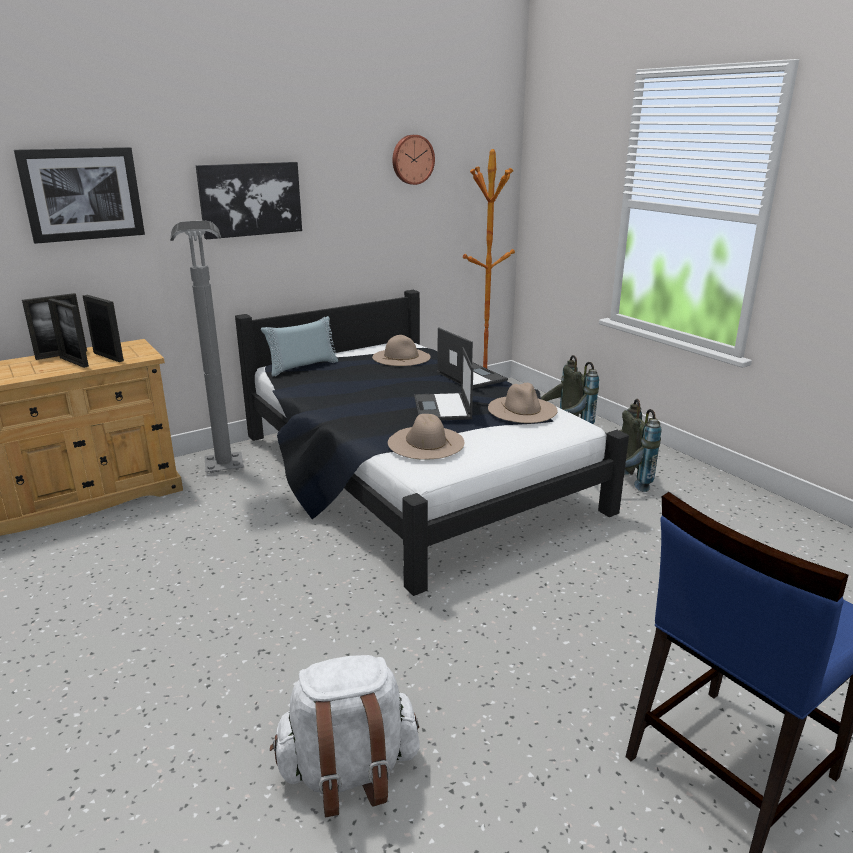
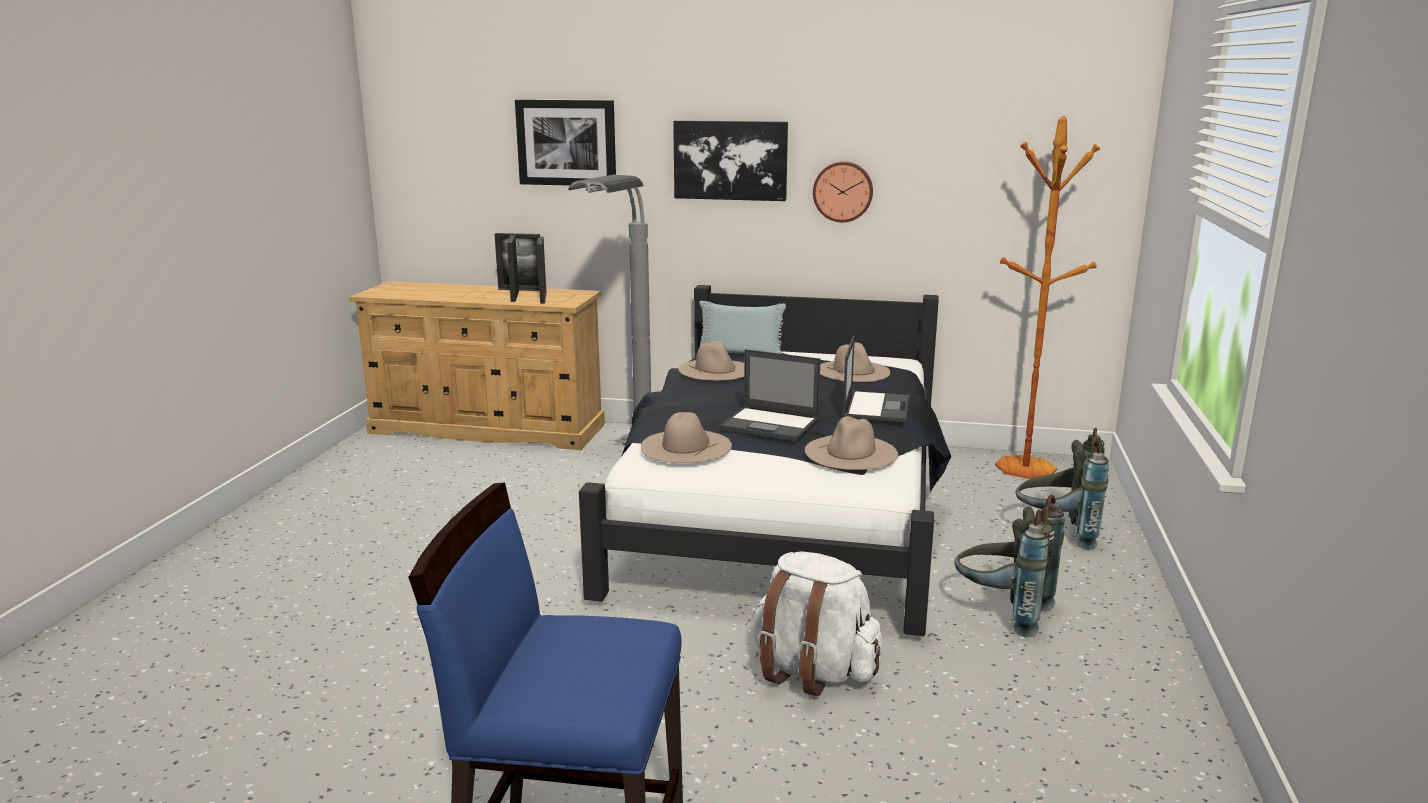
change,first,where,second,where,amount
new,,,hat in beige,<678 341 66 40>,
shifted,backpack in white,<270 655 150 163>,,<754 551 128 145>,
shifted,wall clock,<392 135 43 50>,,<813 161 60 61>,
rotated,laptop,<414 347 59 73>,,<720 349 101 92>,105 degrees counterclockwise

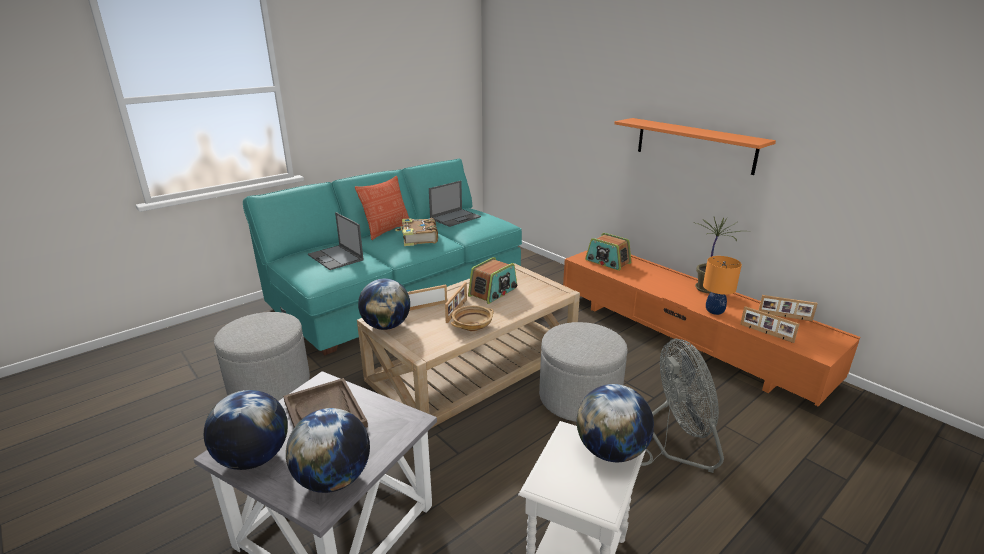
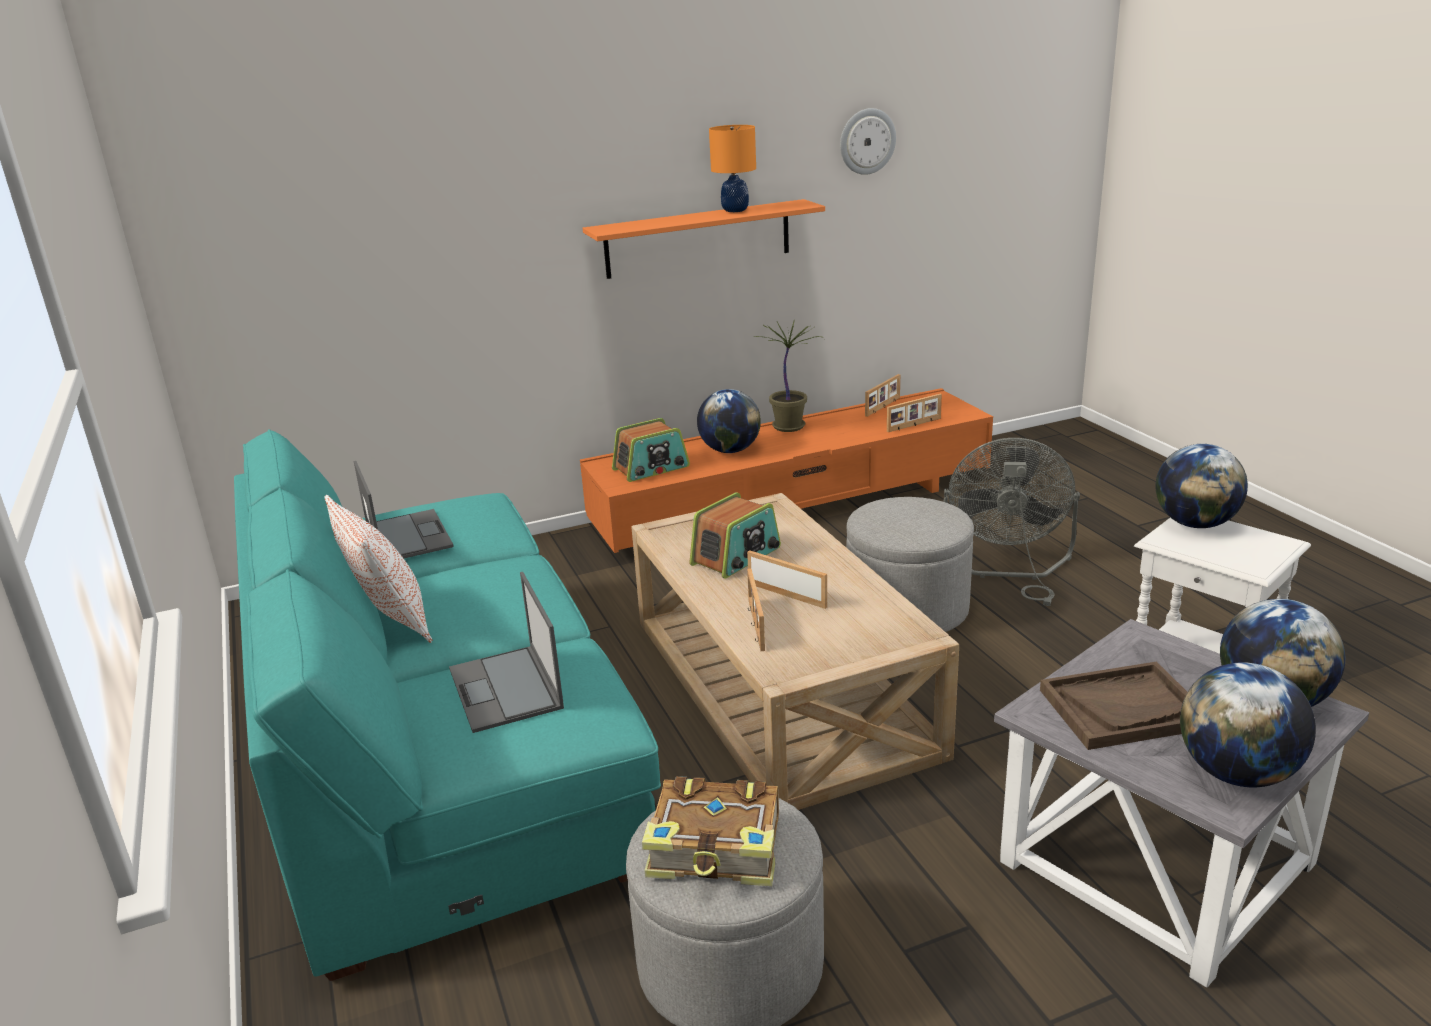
change,first,where,second,where,amount
gone,bowl in beige,<451 305 43 26>,,,
new,,,wall clock,<840 108 56 67>,
shifted,globe,<358 279 52 51>,,<697 389 64 64>,
shifted,book,<395 218 43 28>,,<642 776 137 110>,
shifted,table lamp in orange,<703 256 39 59>,,<709 125 47 87>,
repainted,pillow in orange,<355 176 55 64>,pillow in white,<325 495 107 148>,
rotated,laptop,<308 212 56 58>,,<449 572 115 161>,90 degrees clockwise
rotated,radio,<468 257 49 47>,,<689 492 92 87>,75 degrees clockwise

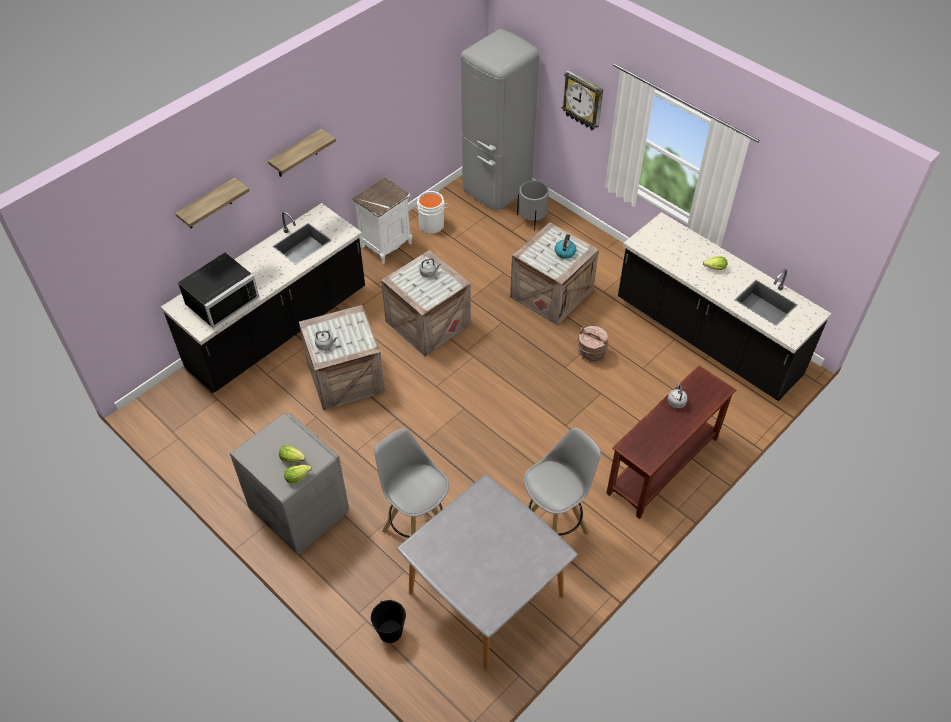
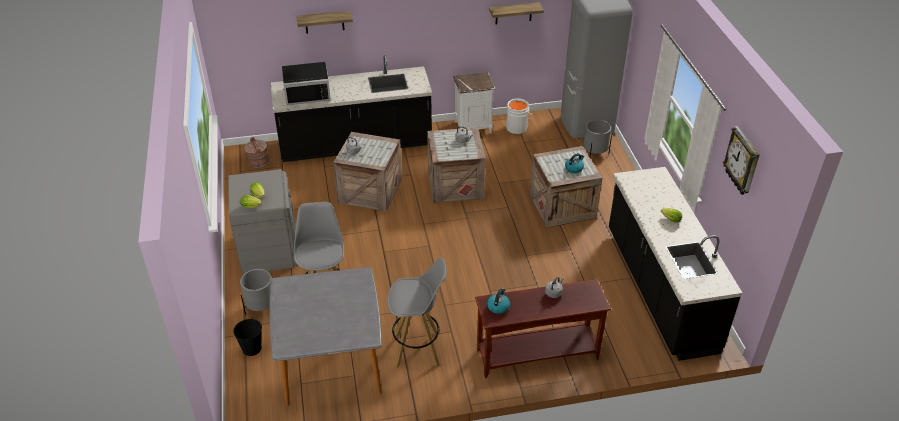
change,first,where,second,where,amount
new,,,planter in grey,<240 269 32 46>,
new,,,kettle,<487 288 23 26>,
shifted,shelf,<268 129 68 48>,,<489 2 55 22>,
shifted,wall clock,<562 70 41 60>,,<723 126 37 69>,
shifted,bucket in brown,<577 326 32 37>,,<244 137 26 32>,

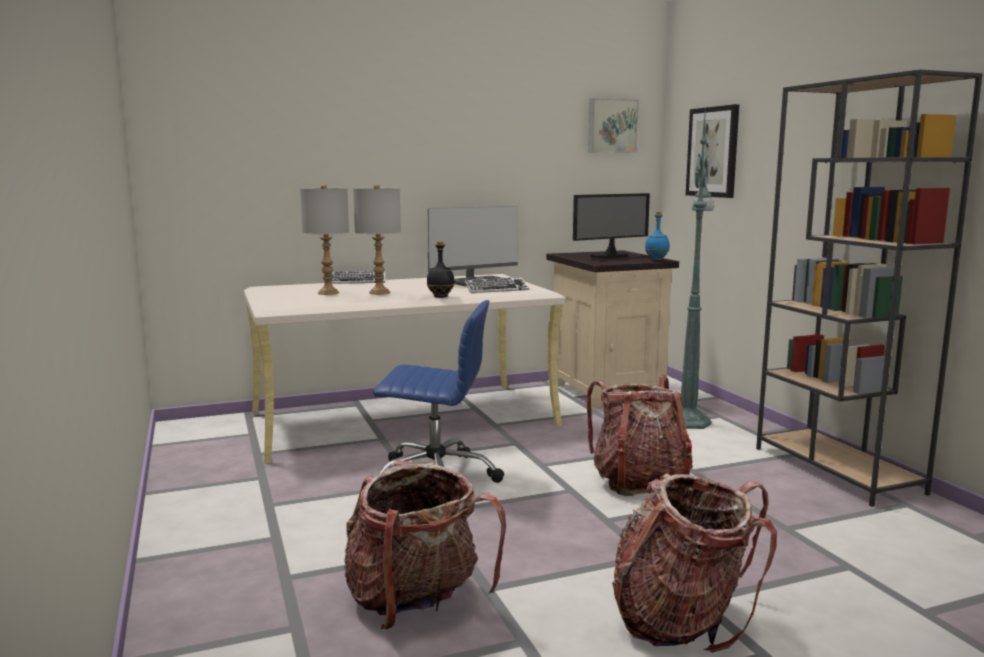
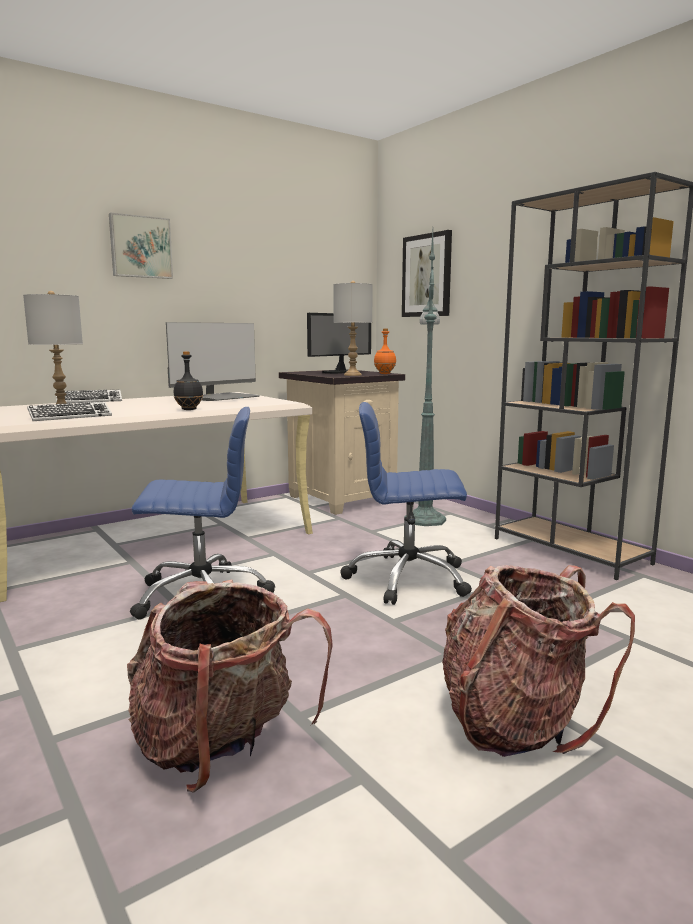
change,first,where,second,where,amount
shifted,table lamp in grey,<353 184 48 111>,,<333 281 40 95>,
shifted,keyboard,<464 277 65 16>,,<27 402 85 19>,
shifted,picture,<588 98 51 55>,,<109 213 64 66>,
swapped,backpack,<587 374 106 122>,office chair in blue,<340 402 132 203>,
repainted,bottle in blue,<645 212 24 49>,bottle in orange,<374 329 22 45>,

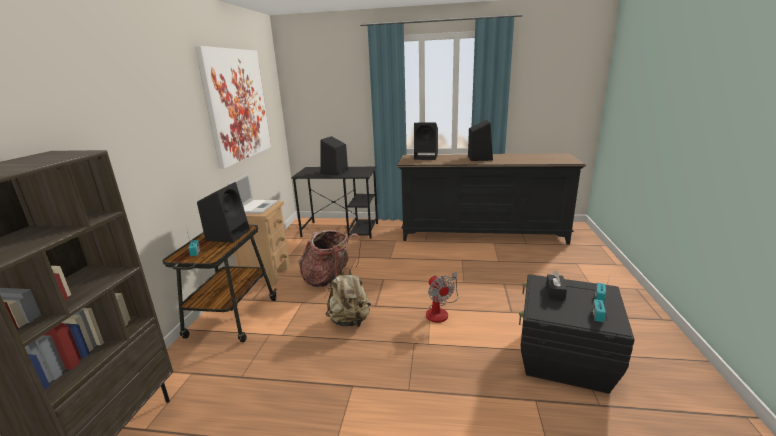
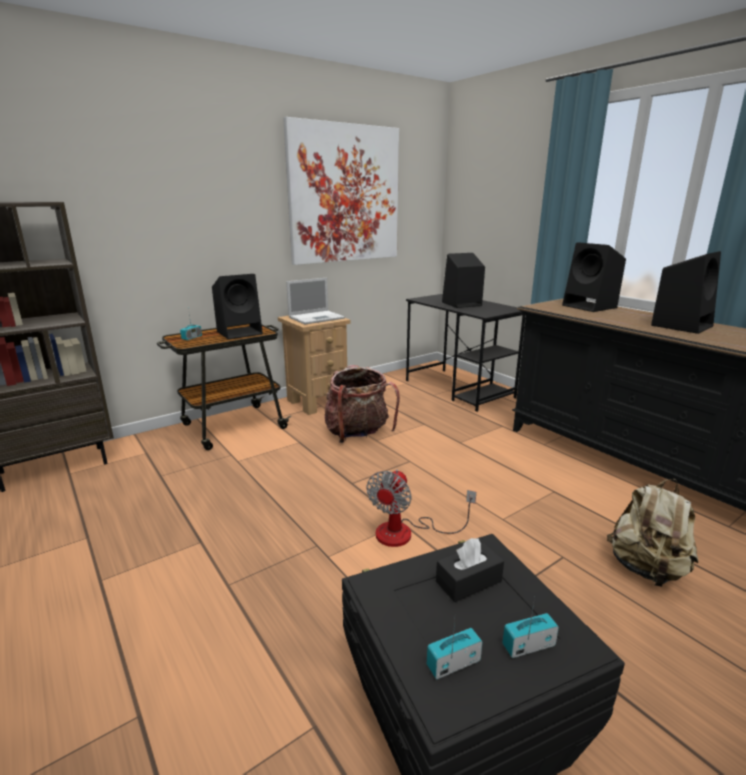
change,first,where,second,where,amount
shifted,backpack in beige,<325 268 46 59>,,<607 479 91 108>,

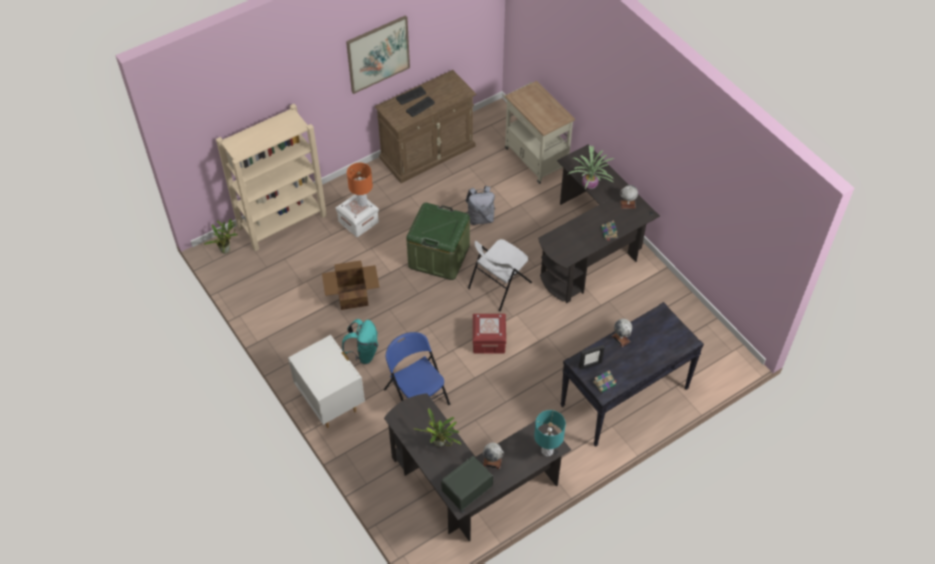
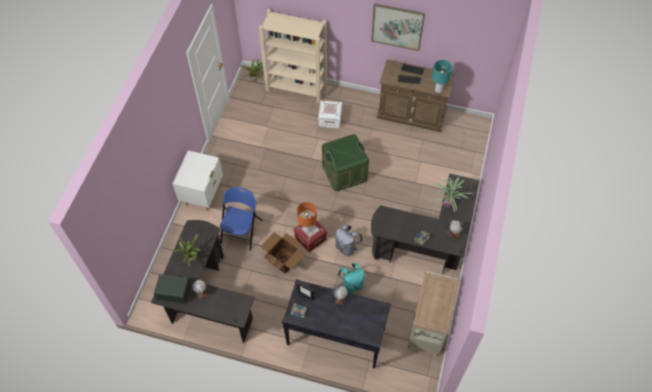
change,first,where,second,where,amount
gone,chair in white,<468 239 64 73>,,,
shifted,cardboard box,<322 260 57 50>,,<260 232 45 42>,
shifted,backpack in turquoise,<342 319 36 45>,,<337 263 27 30>,
shifted,table lamp in orange,<347 163 26 43>,,<297 202 20 30>,
shifted,backpack in grey,<466 186 29 39>,,<335 224 28 32>,
shifted,cart in beige,<503 81 72 103>,,<408 270 51 85>,
shifted,table lamp in turquoise,<534 410 32 46>,,<432 60 21 33>,

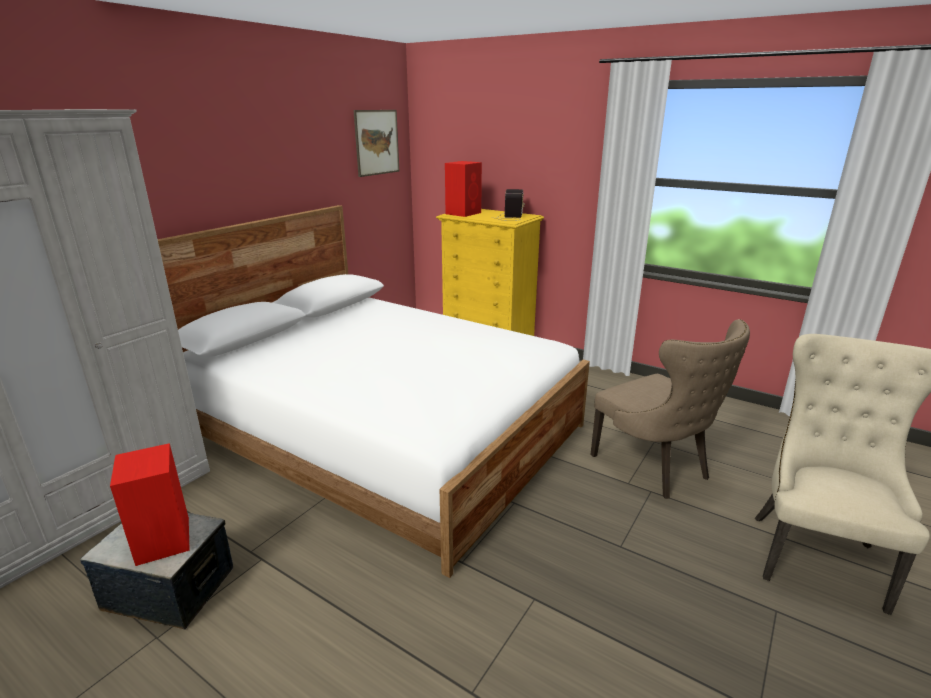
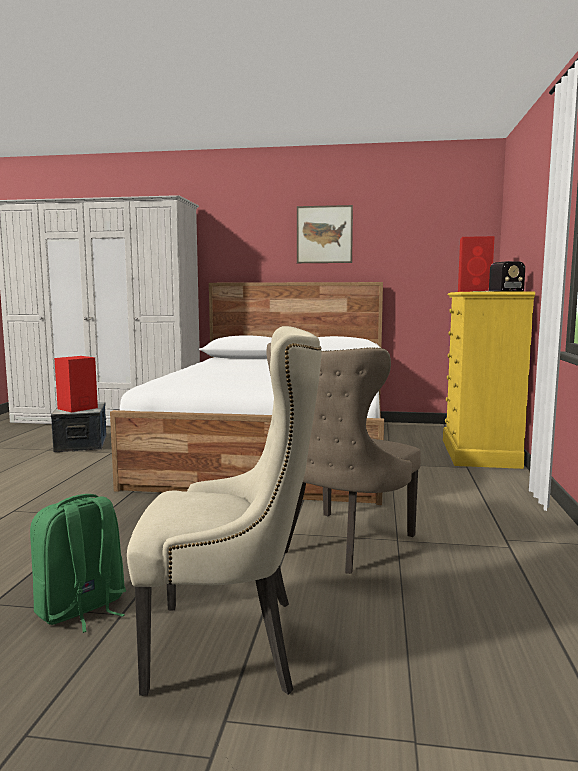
change,first,where,second,where,amount
new,,,backpack in green,<30 494 96 139>,
shifted,picture,<353 110 46 67>,,<297 205 56 58>,

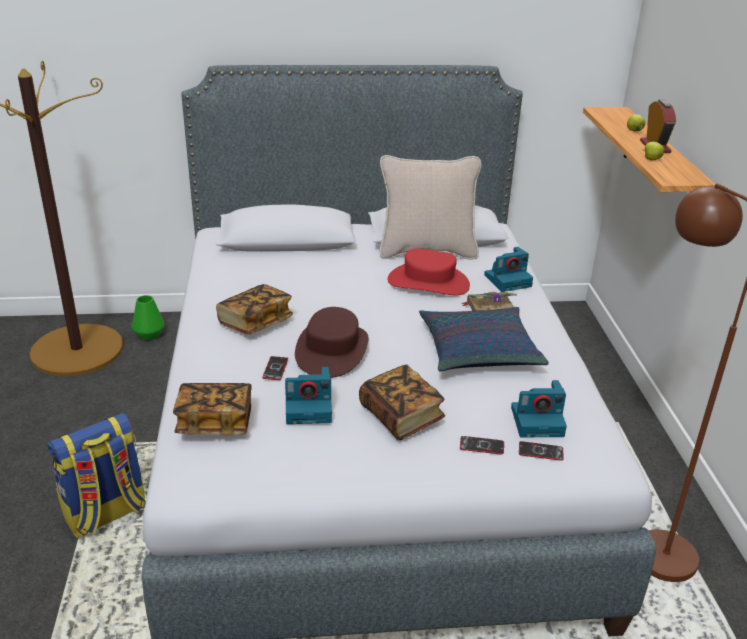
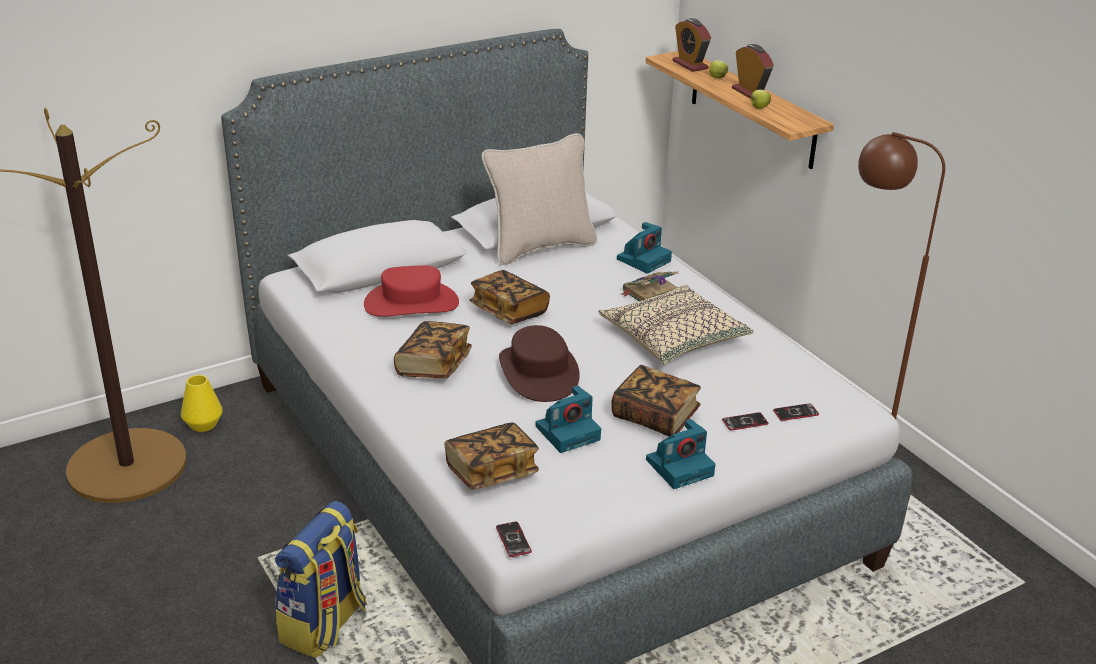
change,first,where,second,where,amount
new,,,book,<469 270 81 54>,
new,,,alarm clock,<672 18 39 54>,
shifted,phone,<262 356 26 24>,,<496 522 36 35>,
shifted,hat in red,<388 249 82 46>,,<364 265 95 52>,
shifted,photo camera,<511 380 56 57>,,<646 419 69 70>,
repainted,vase in green,<132 295 33 45>,vase in yellow,<181 375 42 57>,
repainted,pillow in blue,<419 307 130 65>,pillow in beige,<598 284 156 81>,

